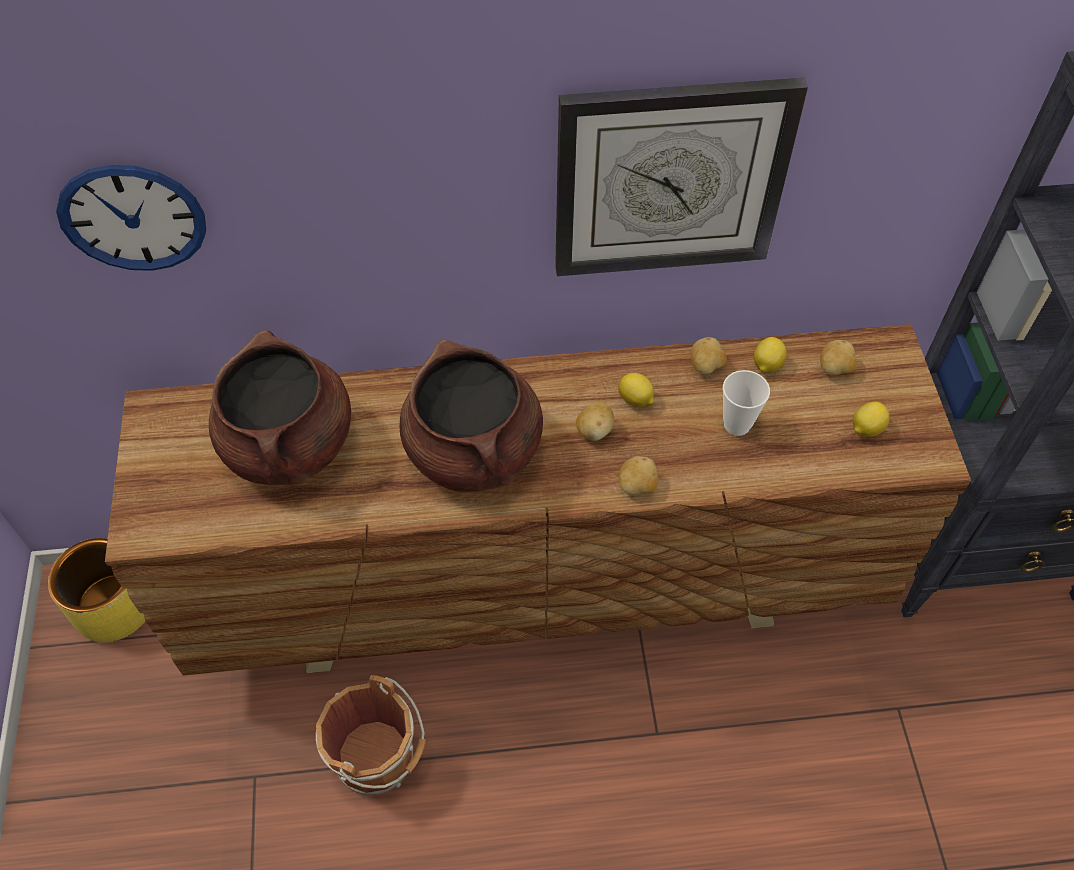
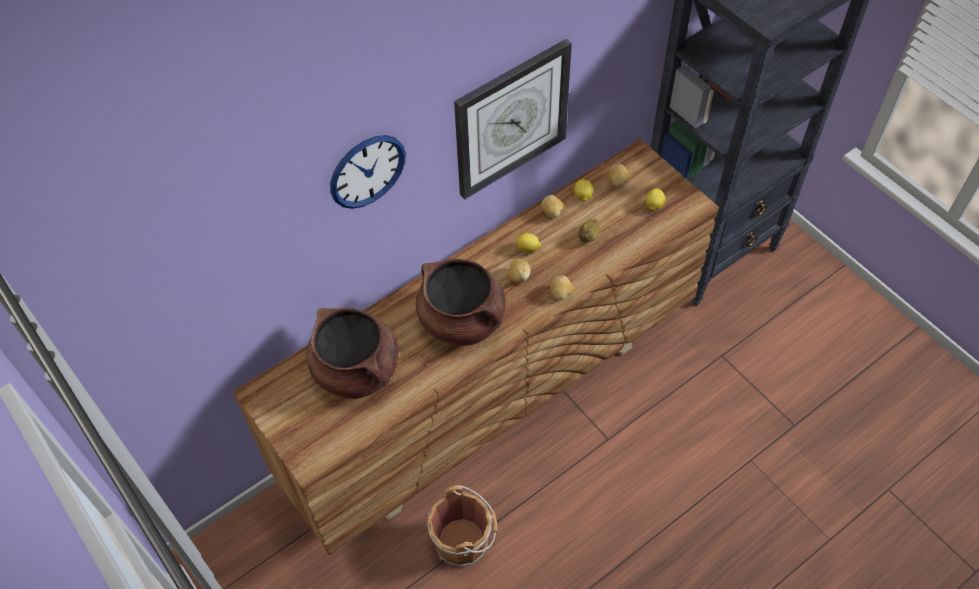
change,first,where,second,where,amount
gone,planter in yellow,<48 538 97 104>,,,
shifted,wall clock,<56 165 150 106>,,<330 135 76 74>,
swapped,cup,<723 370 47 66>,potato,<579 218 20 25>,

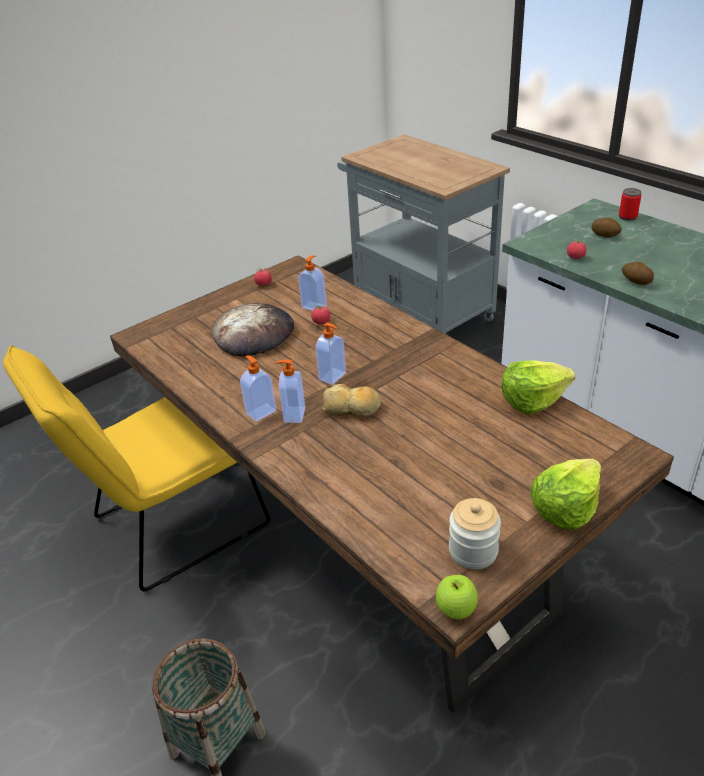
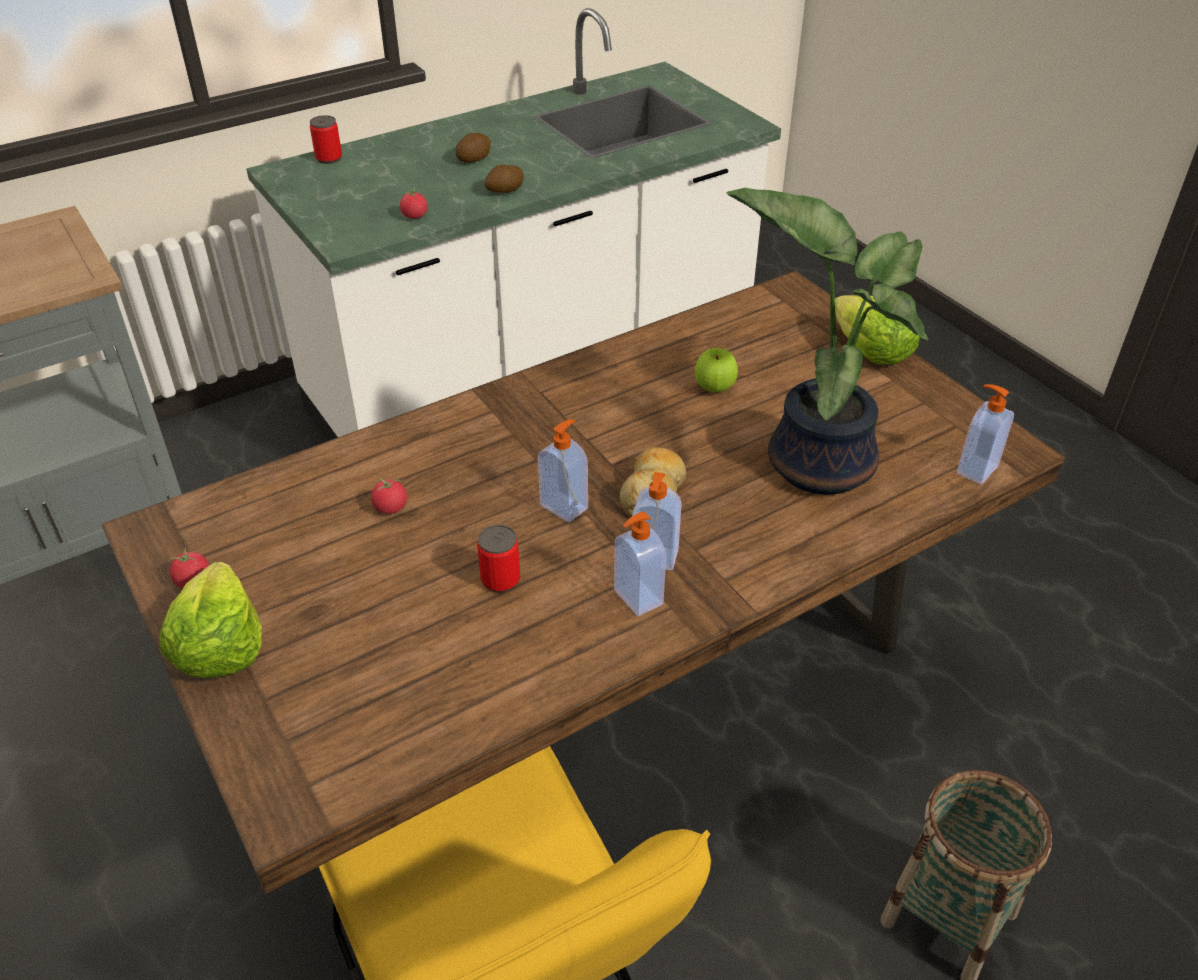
change,first,where,second,where,amount
gone,bread,<211 303 83 53>,,,
gone,jar,<449 498 52 71>,,,
new,,,can,<477 525 43 68>,
new,,,potted plant,<726 188 203 307>,
shifted,soap dispenser,<298 255 29 56>,,<957 384 57 101>,
shifted,apple,<436 575 42 44>,,<695 348 43 44>,
shifted,lettuce,<501 360 74 54>,,<159 562 103 116>,
shifted,potato,<592 218 30 20>,,<455 133 36 30>,

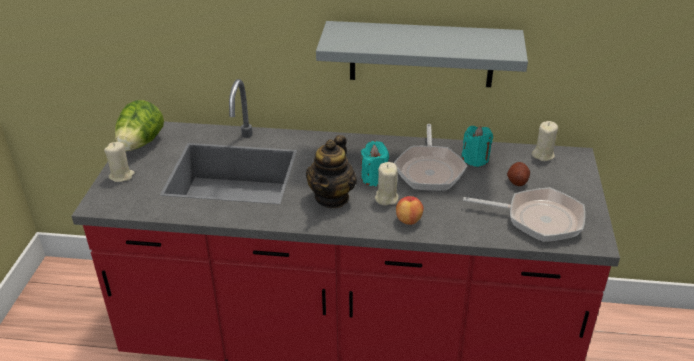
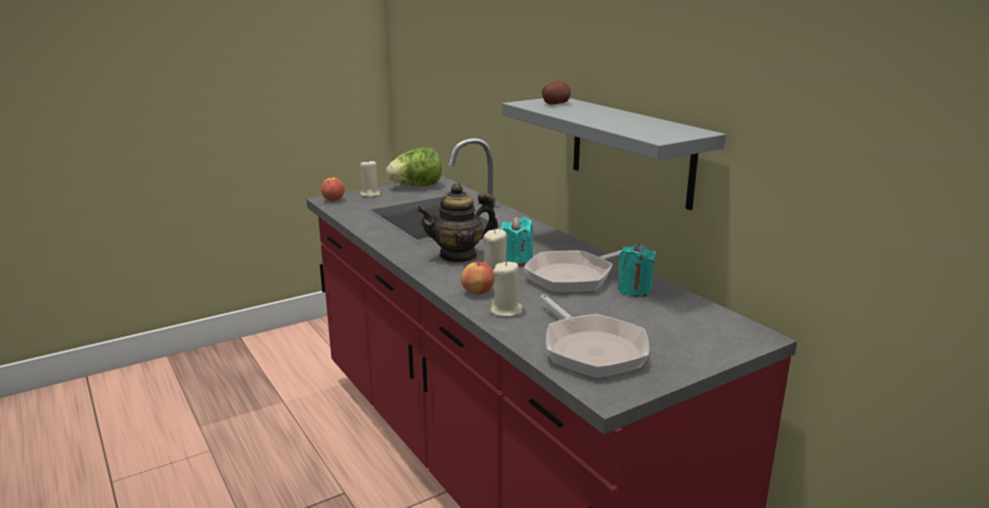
change,first,where,second,where,amount
new,,,apple,<321 177 24 24>,
shifted,potato,<507 162 23 24>,,<542 81 29 24>,
shifted,candle in beige,<531 121 27 40>,,<490 261 32 56>,

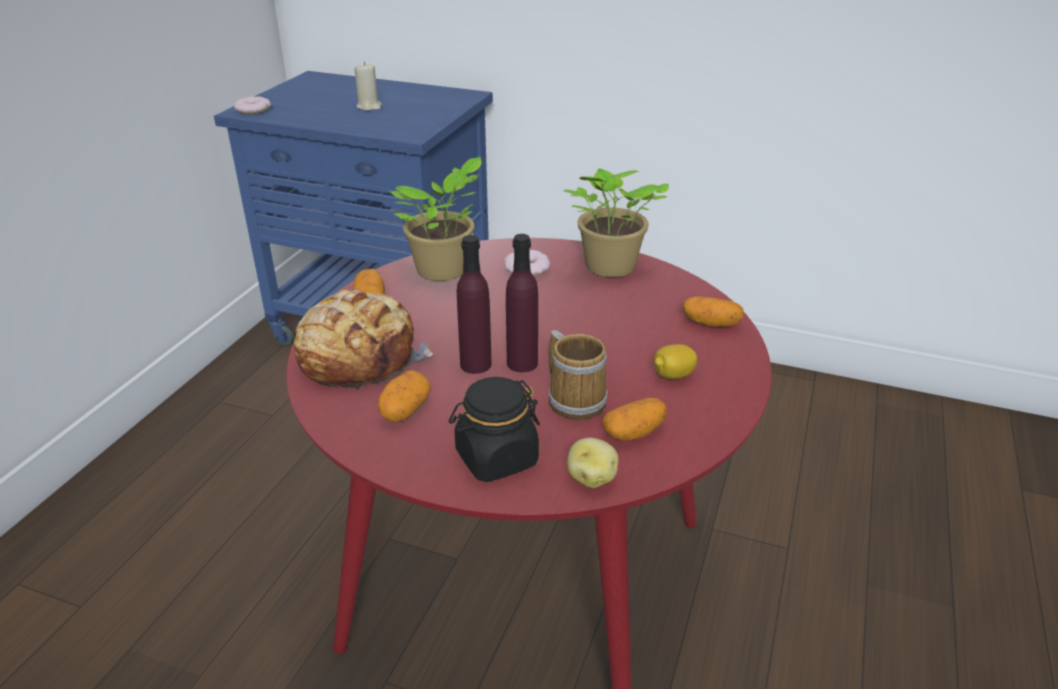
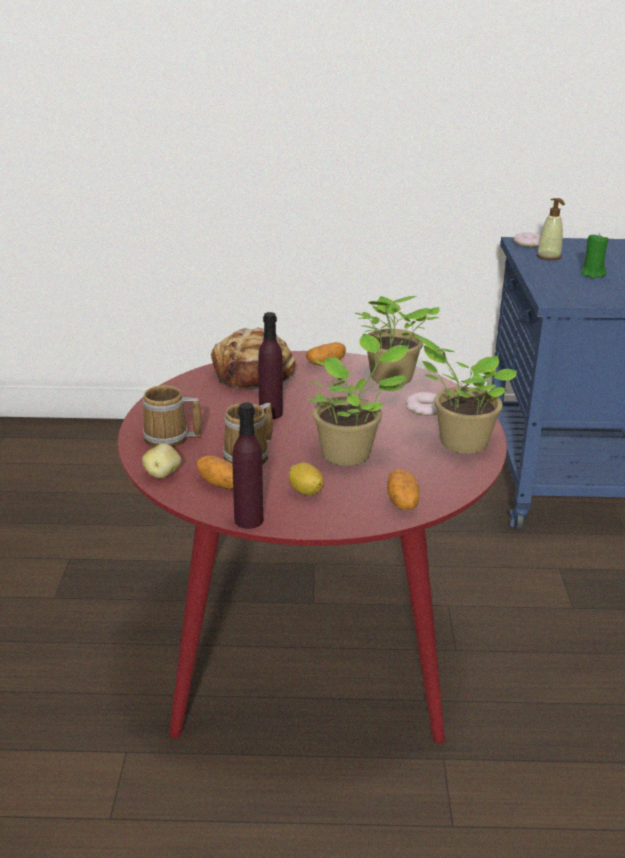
change,first,where,second,where,amount
gone,potato,<378 370 53 52>,,,
new,,,potted plant,<308 334 101 132>,
new,,,soap dispenser,<536 198 29 62>,
shifted,bottle in purple,<506 234 32 138>,,<232 402 31 127>,
swapped,jar in black,<449 377 91 105>,mug,<143 385 58 62>,
repainted,candle in beige,<354 62 28 49>,candle in green,<581 233 27 46>,

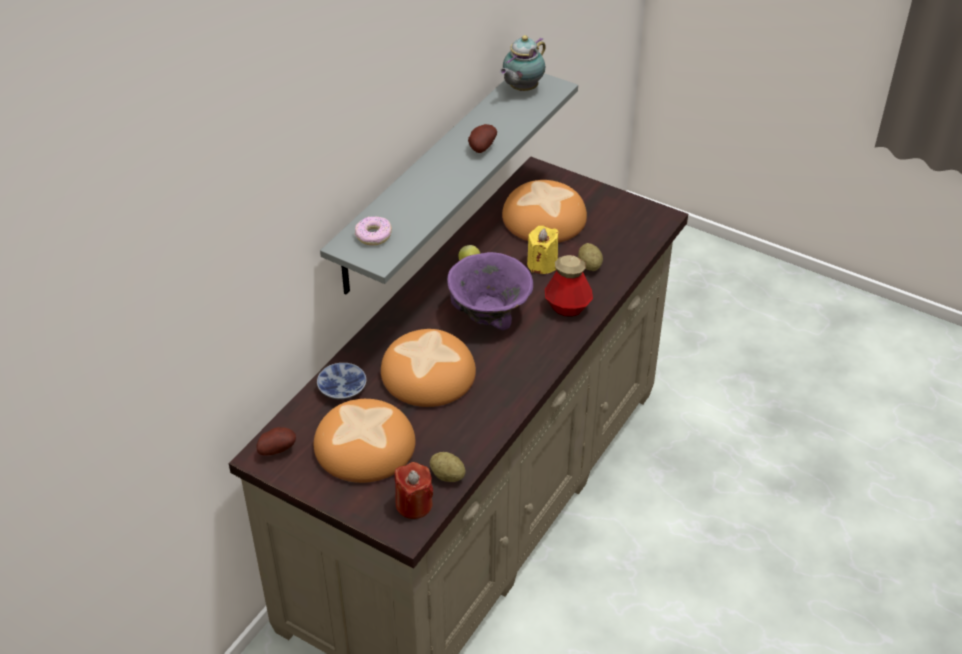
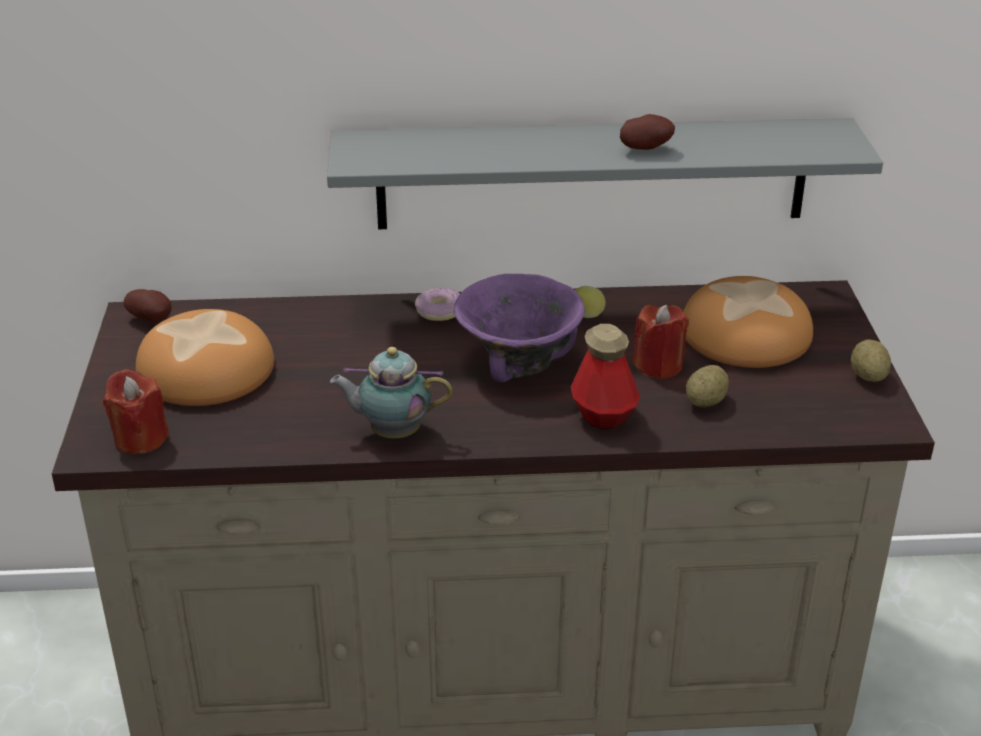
change,first,where,second,where,amount
gone,bowl,<317 363 49 36>,,,
gone,bread,<381 329 95 78>,,,
shifted,donut,<355 216 37 30>,,<415 288 45 33>,
shifted,potato,<430 452 35 30>,,<851 339 40 43>,
shifted,teapot,<500 35 46 56>,,<330 347 123 91>,
repainted,candle in yellow,<527 226 32 48>,candle in red,<633 305 56 74>,

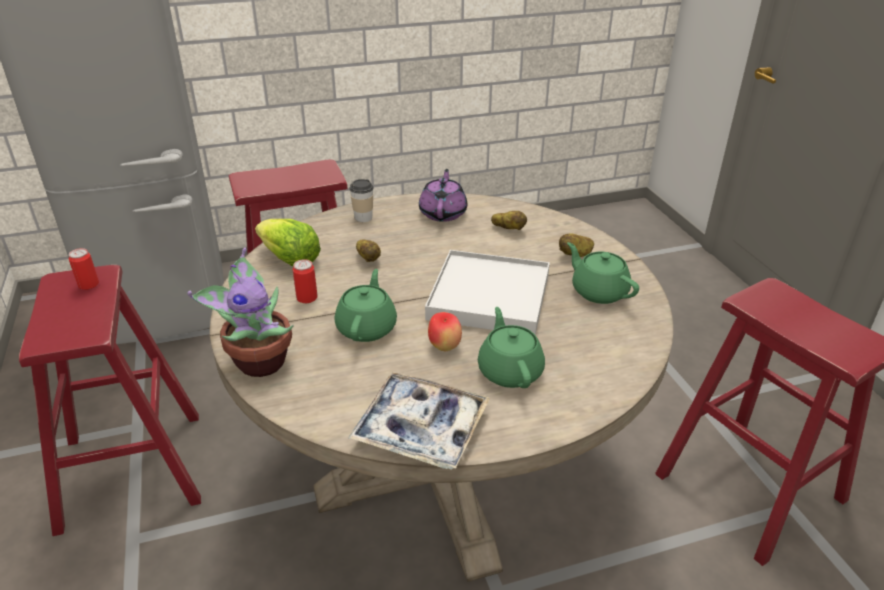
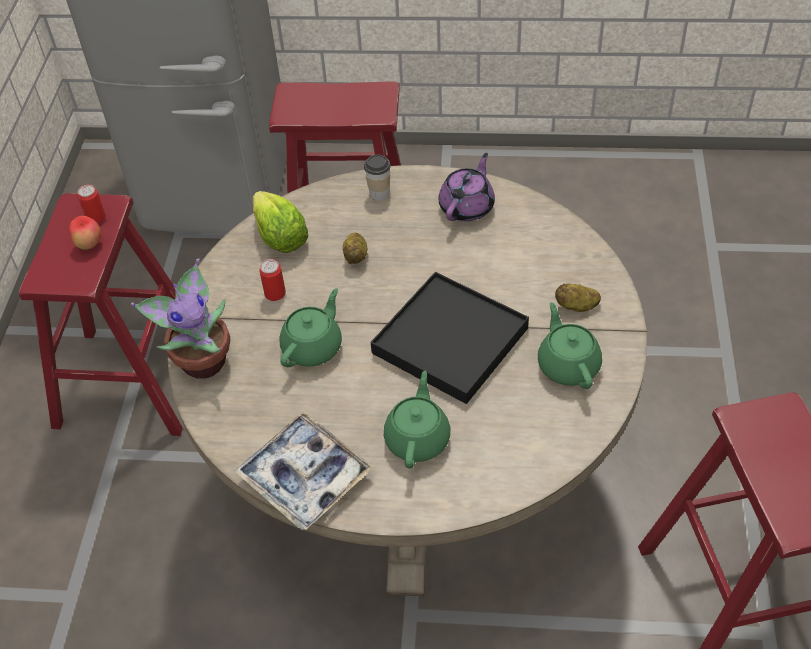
change,first,where,second,where,amount
gone,potato,<491 211 36 19>,,,
shifted,apple,<428 312 34 39>,,<69 216 32 34>,
repainted,tray in white,<425 250 125 85>,tray in black,<371 272 158 132>,

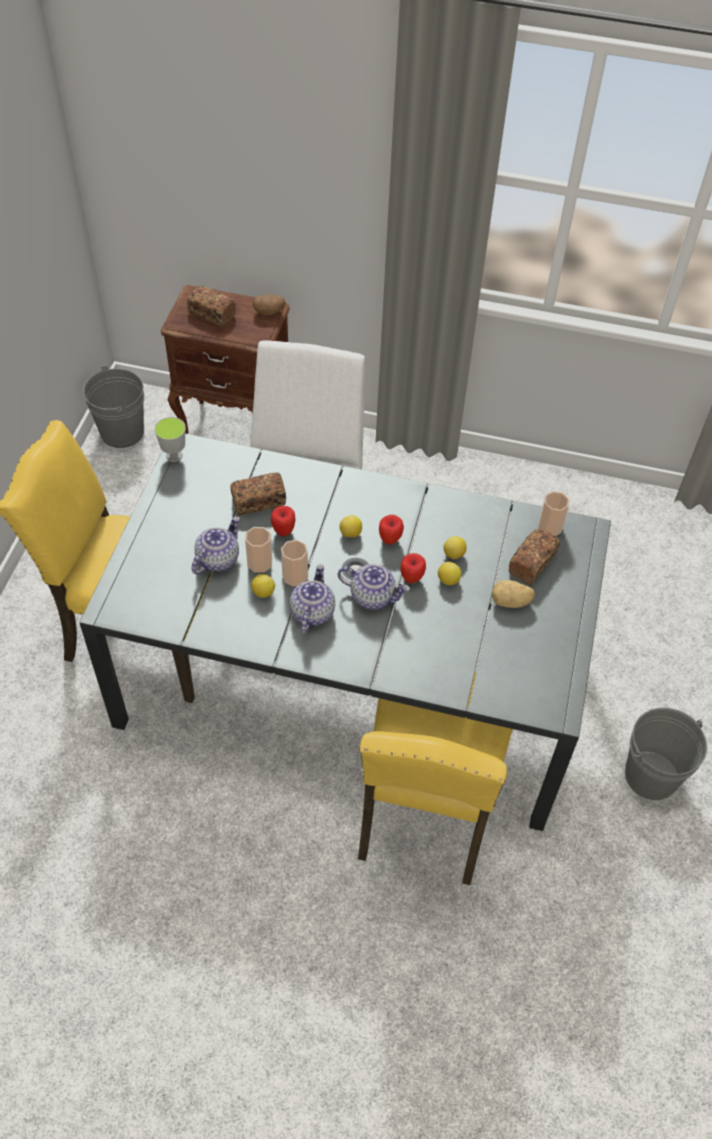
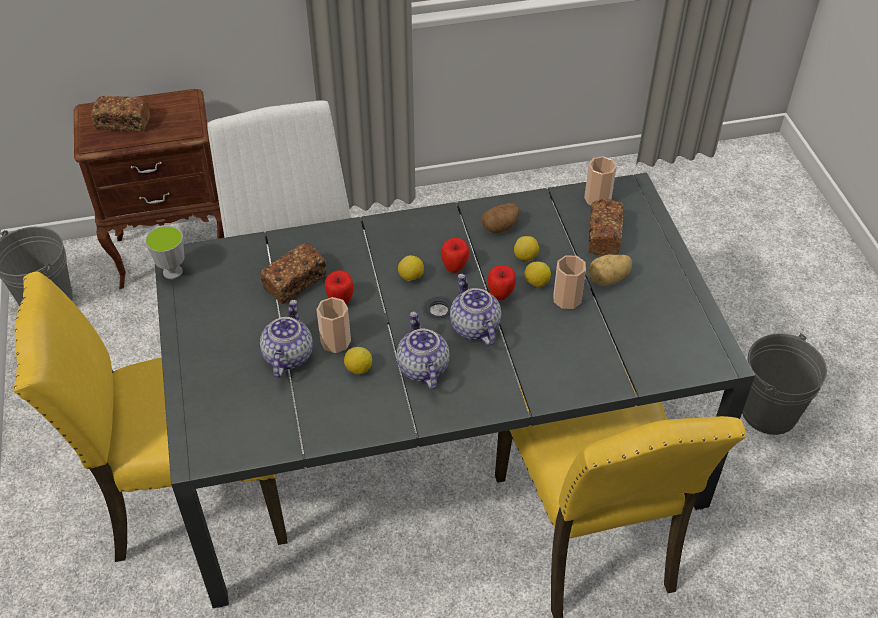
change,first,where,second,where,amount
shifted,potato,<253 295 33 20>,,<481 203 39 30>,
shifted,cup,<281 540 27 47>,,<553 255 33 54>,
rotated,teapot,<338 564 72 46>,,<450 274 51 72>,105 degrees counterclockwise

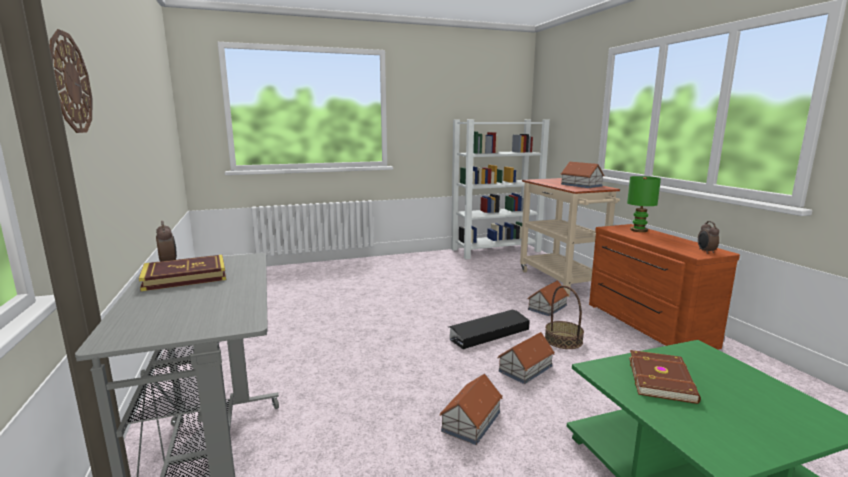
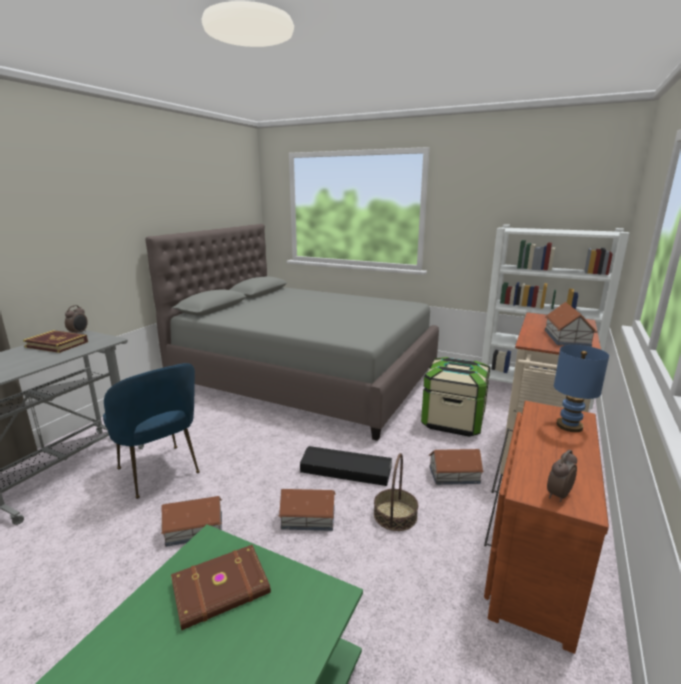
change,first,where,second,where,amount
gone,wall clock,<50 29 43 104>,,,
new,,,chair in blue,<103 363 97 136>,
new,,,bed in grey,<145 224 294 217>,
new,,,storage box,<421 357 69 80>,
repainted,table lamp in green,<627 176 34 56>,table lamp in blue,<554 345 55 87>,

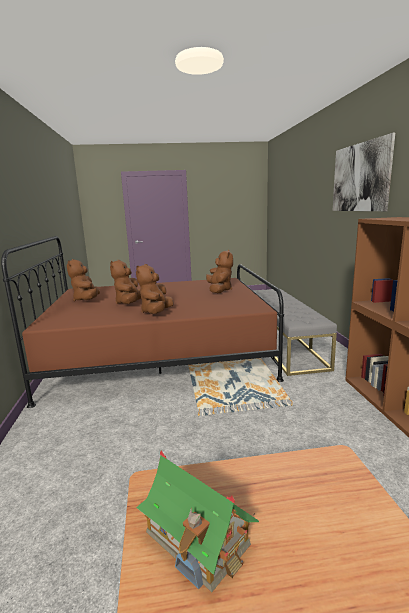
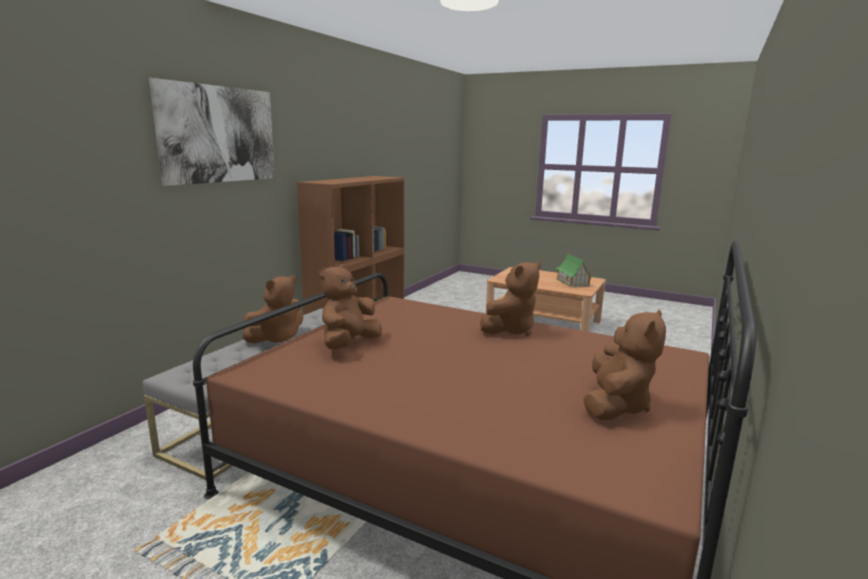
change,first,where,second,where,amount
shifted,plush toy in brown,<110 260 31 44>,,<243 275 60 69>,

